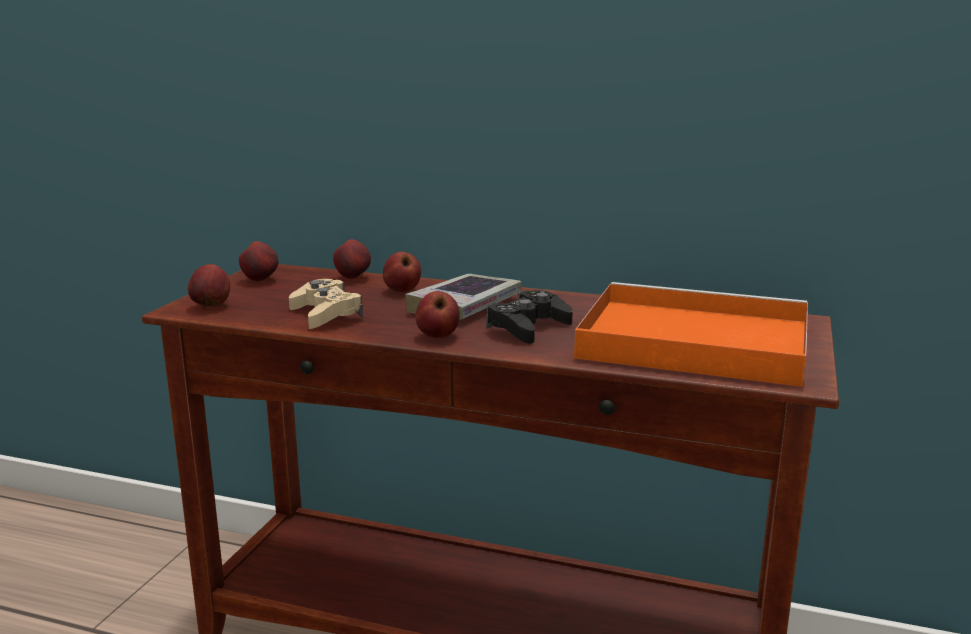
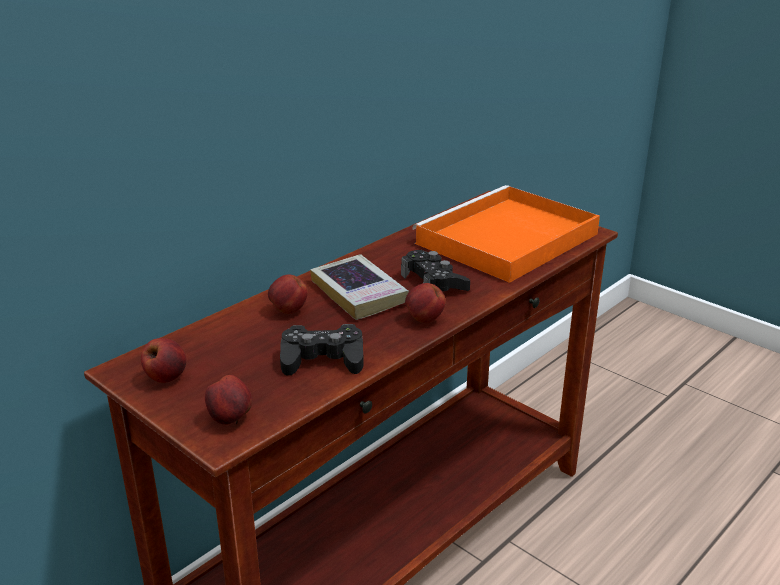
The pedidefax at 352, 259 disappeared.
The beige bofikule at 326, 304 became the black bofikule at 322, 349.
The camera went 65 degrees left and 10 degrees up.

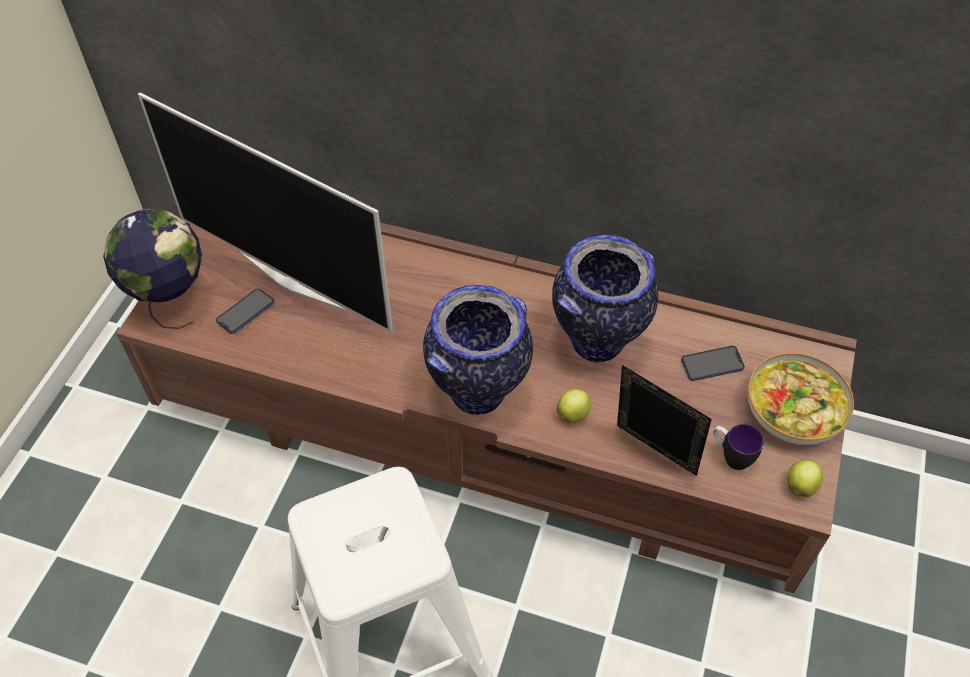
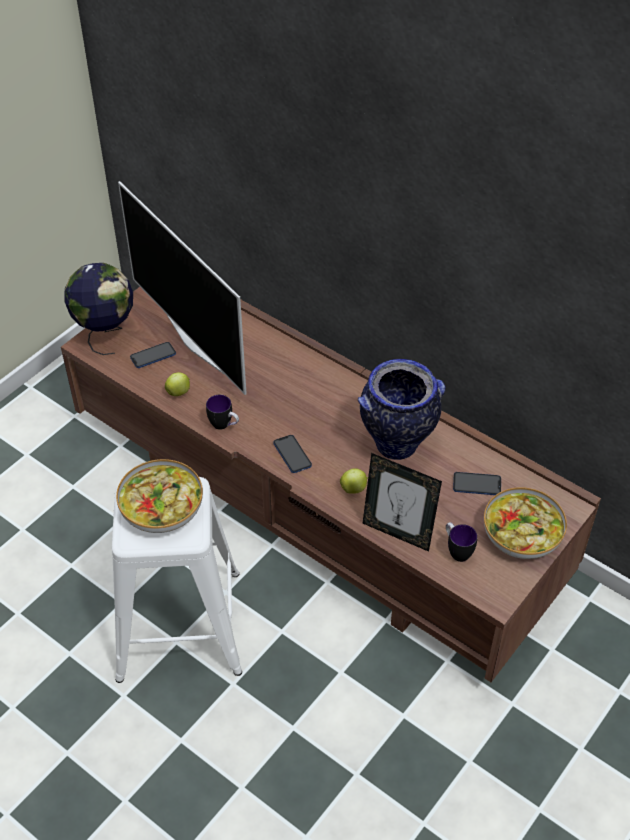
The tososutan at 159, 496 appeared.
The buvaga at 222, 412 appeared.
The pedidefax moved from 805, 478 to 177, 384.
The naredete at 478, 350 was replaced by the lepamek at 292, 454.
The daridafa at 664, 420 turned 150 degrees clockwise.
The camera went 20 degrees right and 5 degrees down.

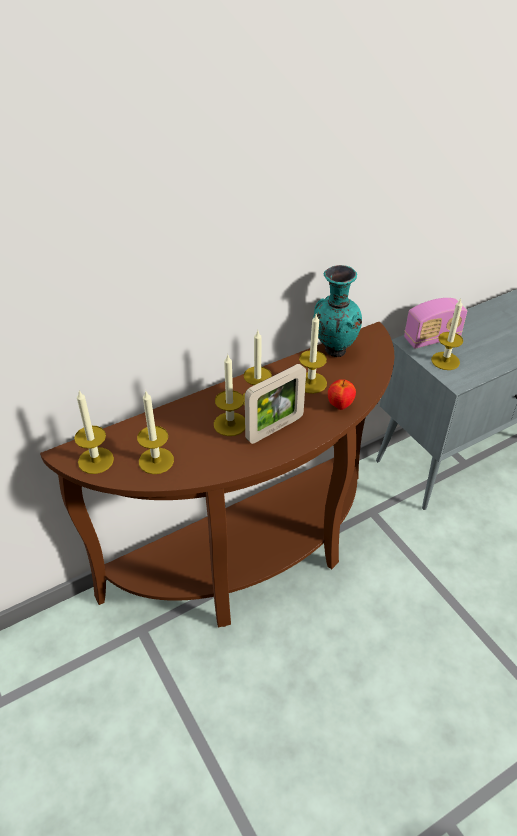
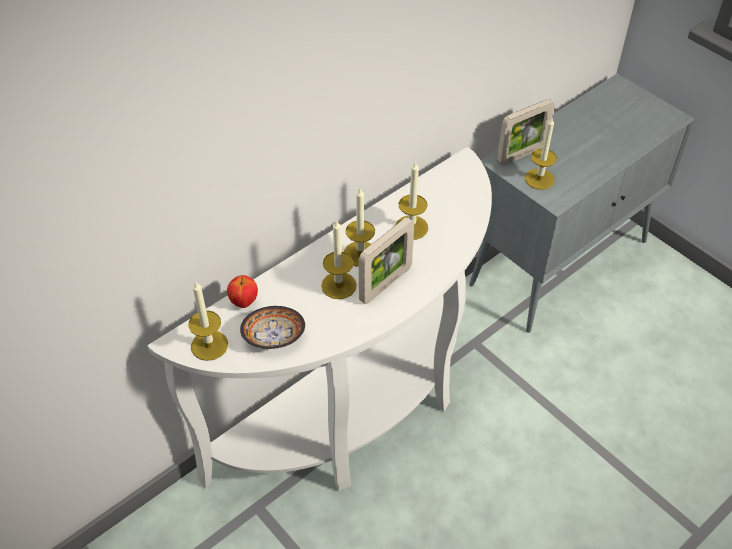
The turquoise naredete at 337, 311 disappeared.
The pedidefax moved from 342, 395 to 242, 291.
The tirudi at 155, 432 was replaced by the tososutan at 272, 327.
The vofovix at 435, 323 was replaced by the daridafa at 526, 132.
The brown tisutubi at 217, 474 became the white tisutubi at 319, 319.
The camera went 10 degrees left and 5 degrees up.

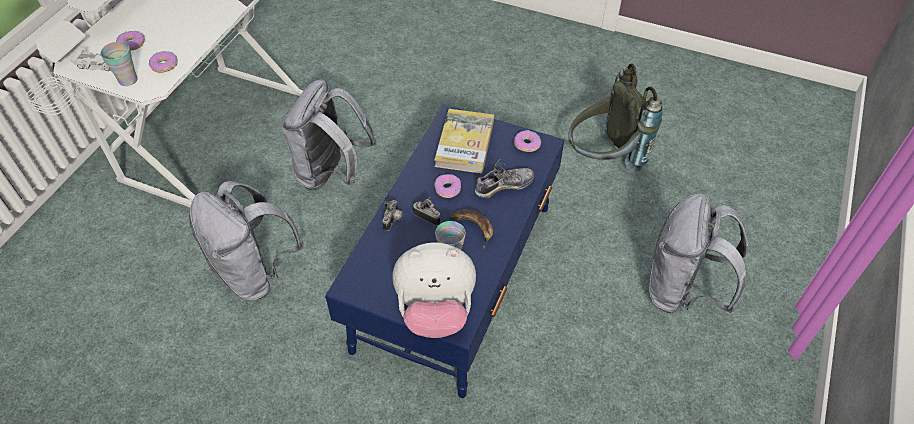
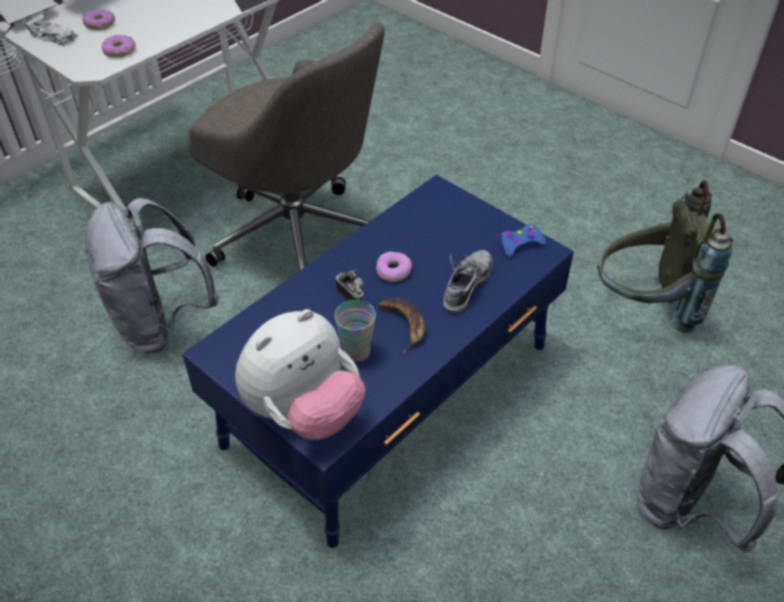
The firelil at 119, 64 disappeared.
The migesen at 392, 215 disappeared.
The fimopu at 464, 141 disappeared.
The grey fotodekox at 329, 134 was replaced by the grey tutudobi at 286, 147.
The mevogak at 527, 141 was replaced by the blue bofikule at 523, 240.
The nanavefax at 434, 290 turned 60 degrees counterclockwise.
The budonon at 504, 178 turned 60 degrees counterclockwise.
The camera went 20 degrees right and 5 degrees down.

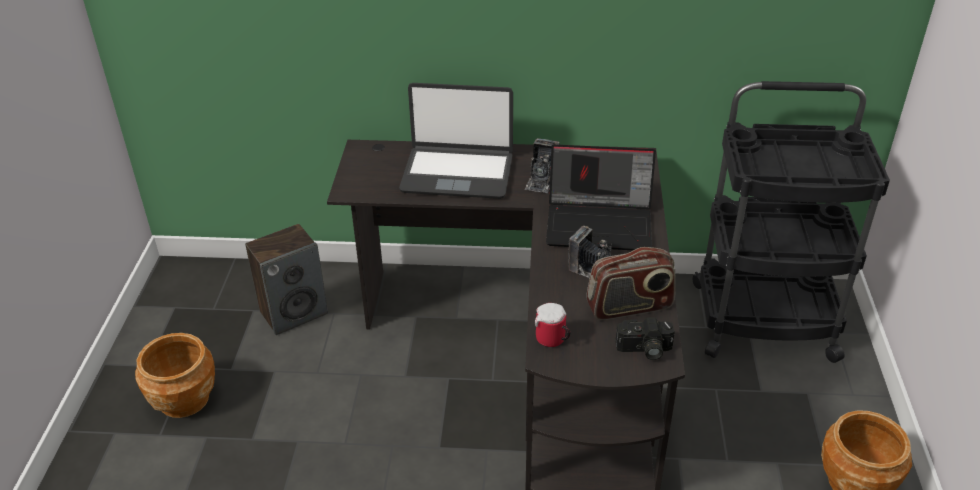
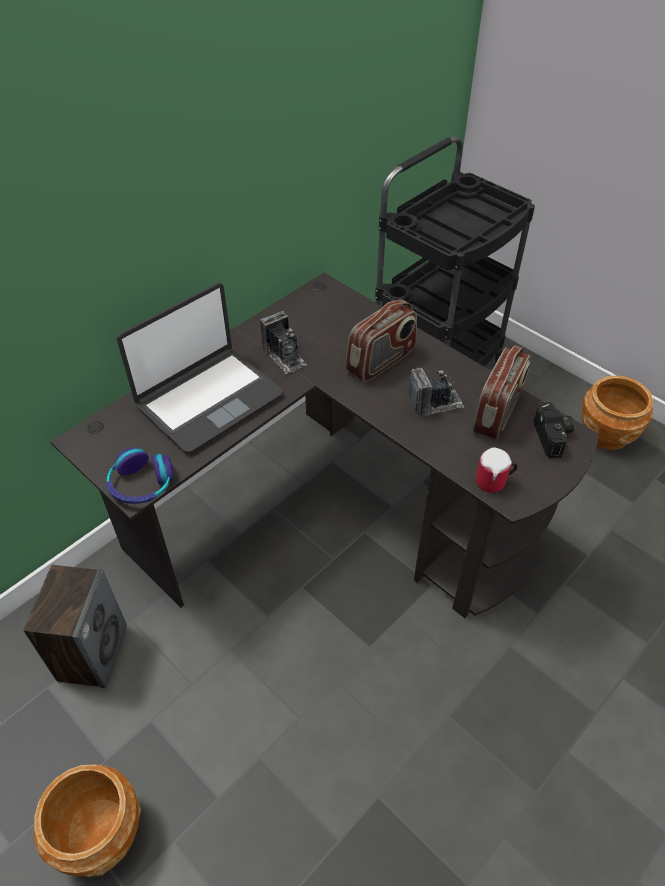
The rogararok at 140, 475 appeared.
The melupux at 601, 197 was replaced by the vofovix at 381, 341.
The migesen at 645, 338 turned 45 degrees counterclockwise.
The camera went 50 degrees left and 10 degrees up.

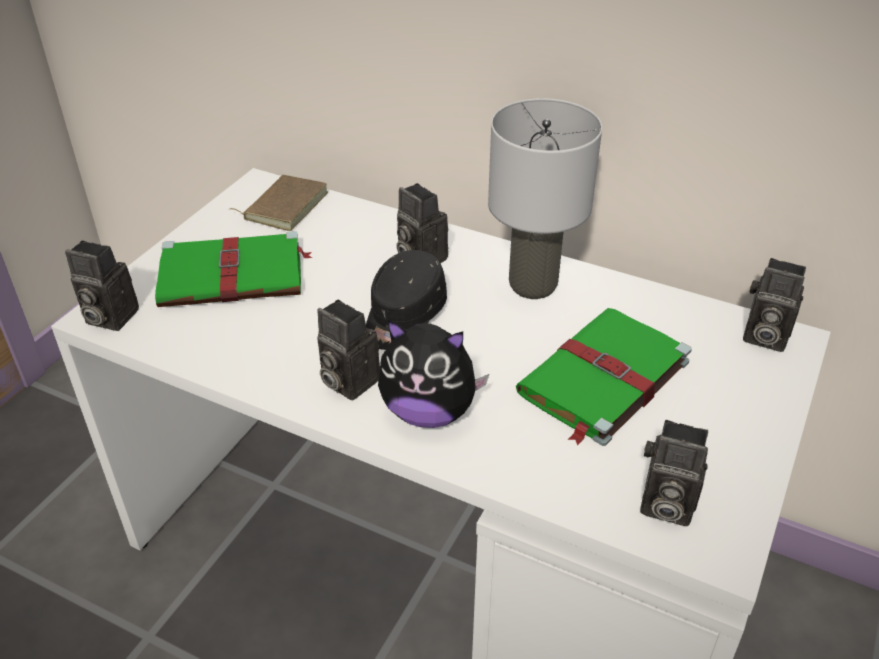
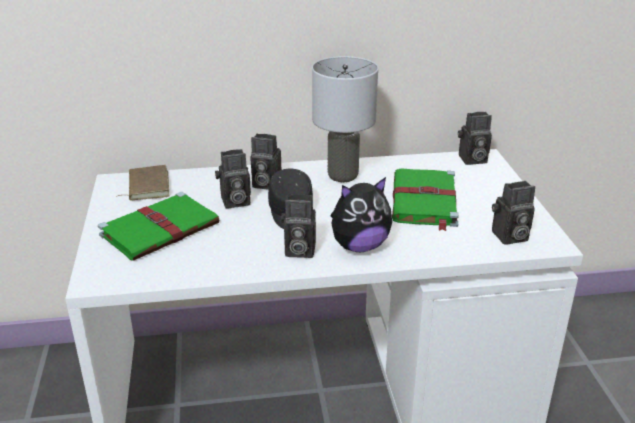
The migesen moved from 102, 285 to 233, 178.
The camera went 35 degrees left and 10 degrees down.

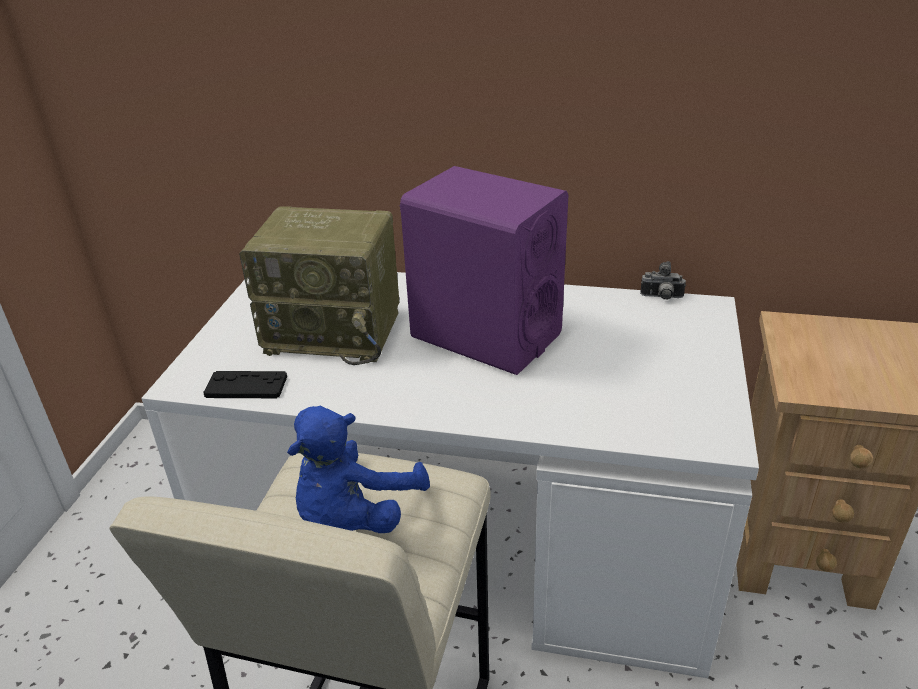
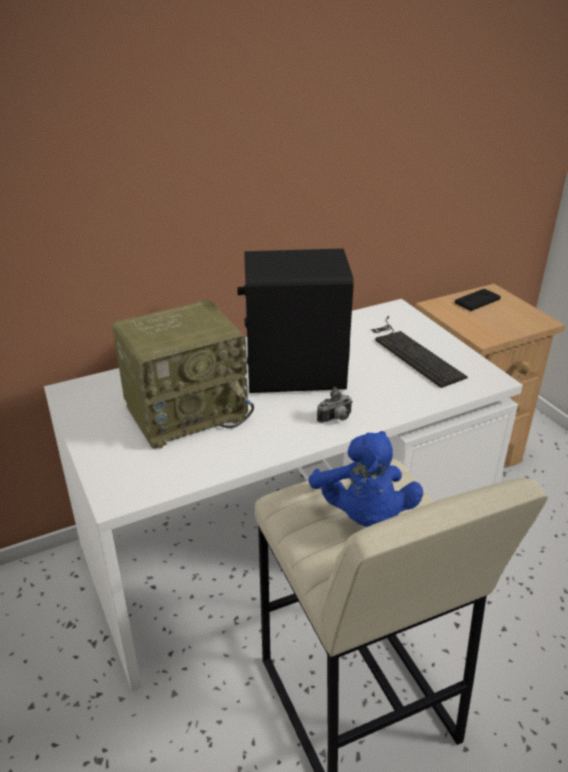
The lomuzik at 419, 352 appeared.
The black bofikule moved from 245, 384 to 478, 300.
The migesen moved from 663, 280 to 335, 405.
The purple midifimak at 484, 270 became the black midifimak at 295, 320.
The camera went 40 degrees left and 0 degrees up.

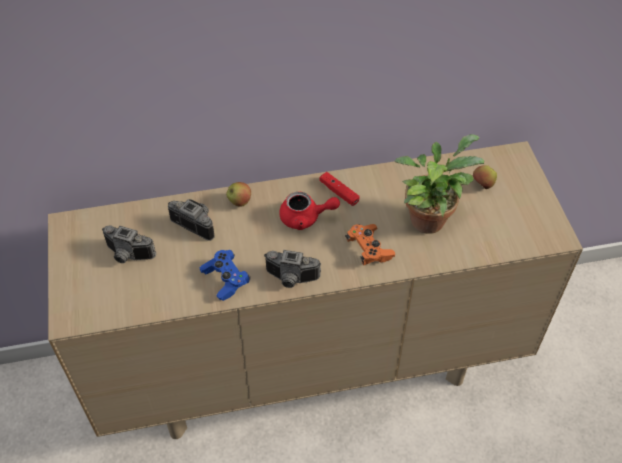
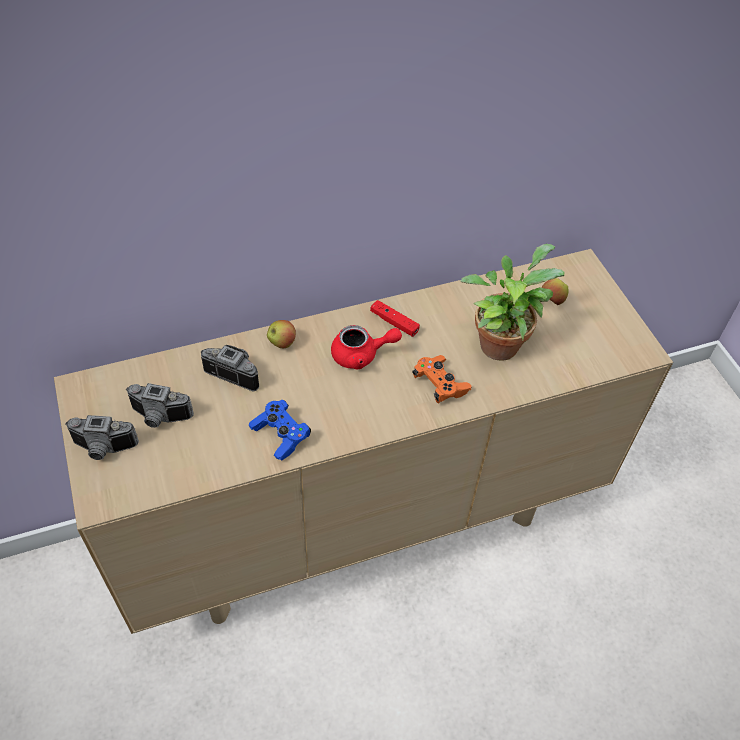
The migesen moved from 292, 269 to 102, 437.
The camera went 10 degrees left and 0 degrees up.

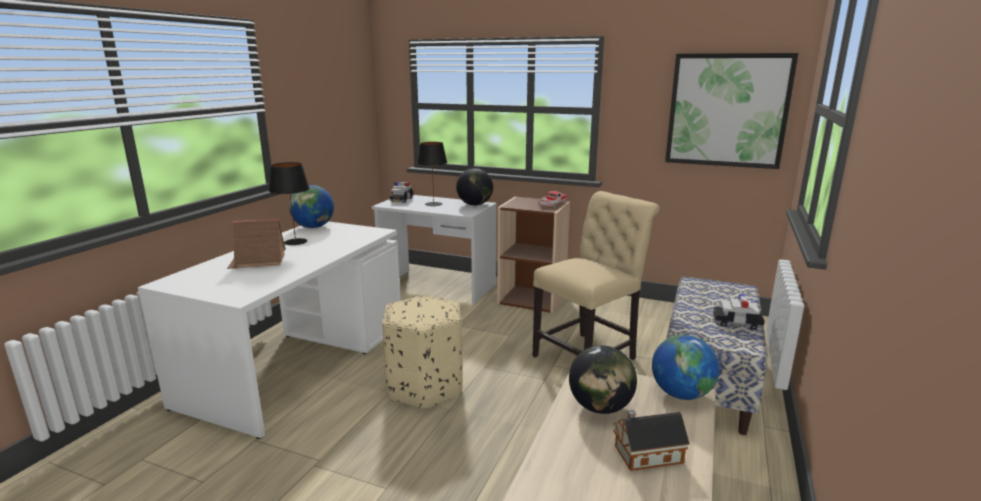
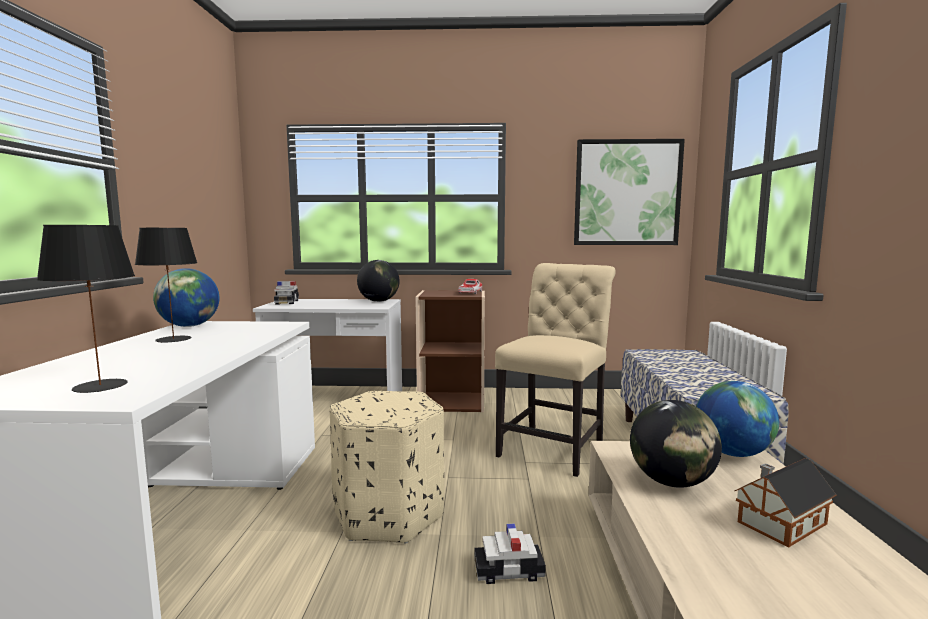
The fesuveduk at 256, 244 disappeared.
The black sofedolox moved from 432, 174 to 85, 309.
The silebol moved from 739, 312 to 510, 553.
The camera went 20 degrees left and 10 degrees down.

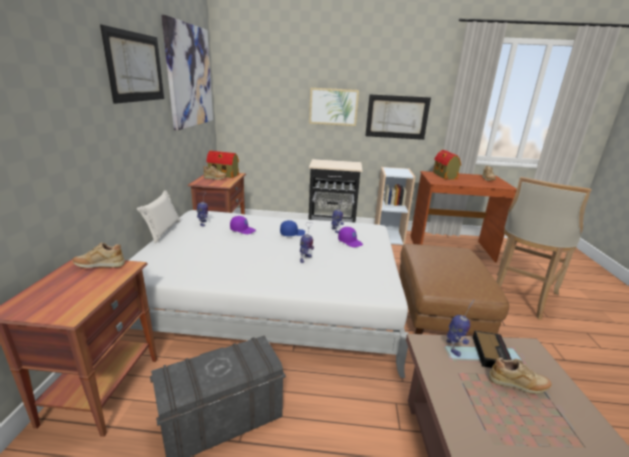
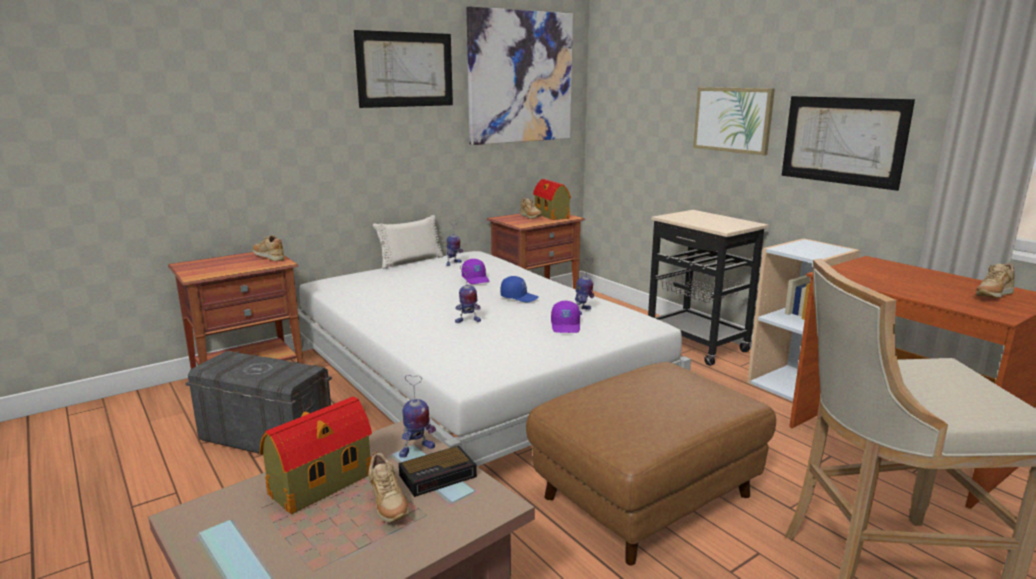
The fesuveduk moved from 447, 165 to 315, 455.
The camera went 50 degrees right and 5 degrees down.

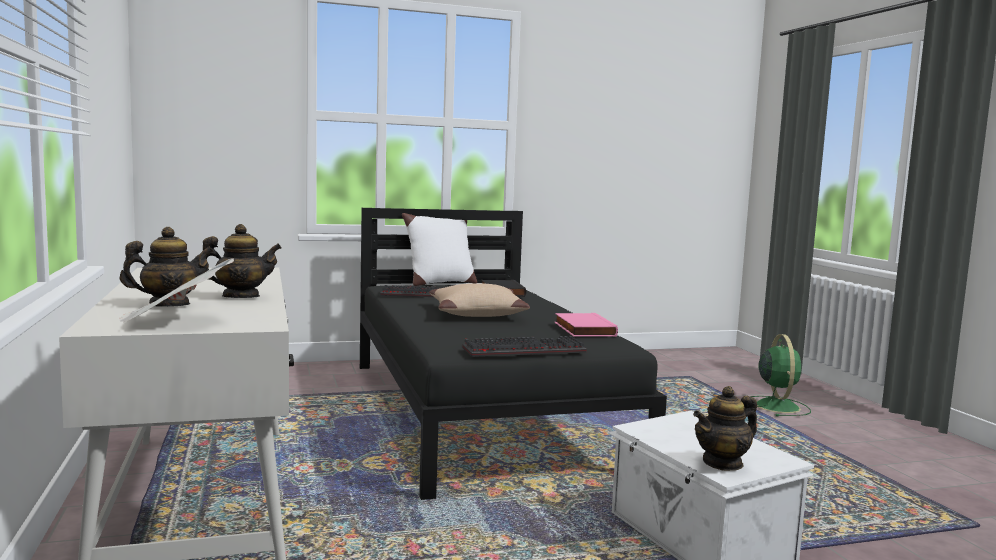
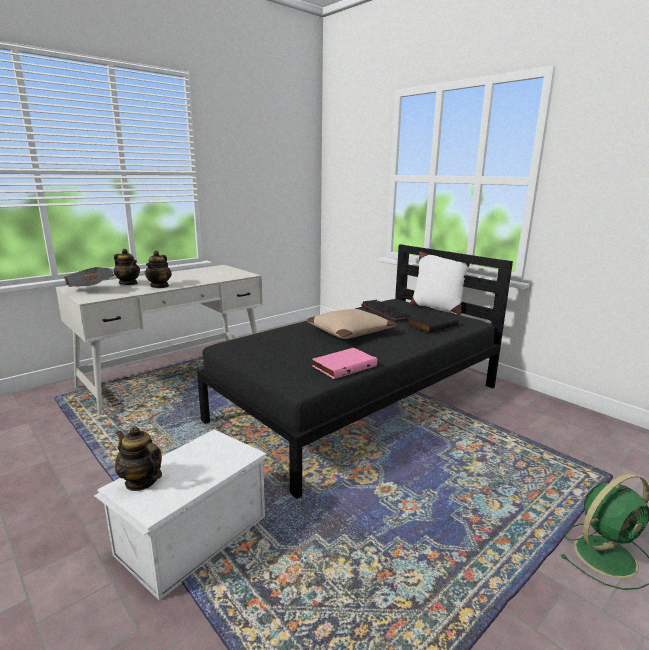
The lomuzik at 524, 346 disappeared.
The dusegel at 242, 261 turned 45 degrees clockwise.
The camera went 65 degrees right and 10 degrees up.

